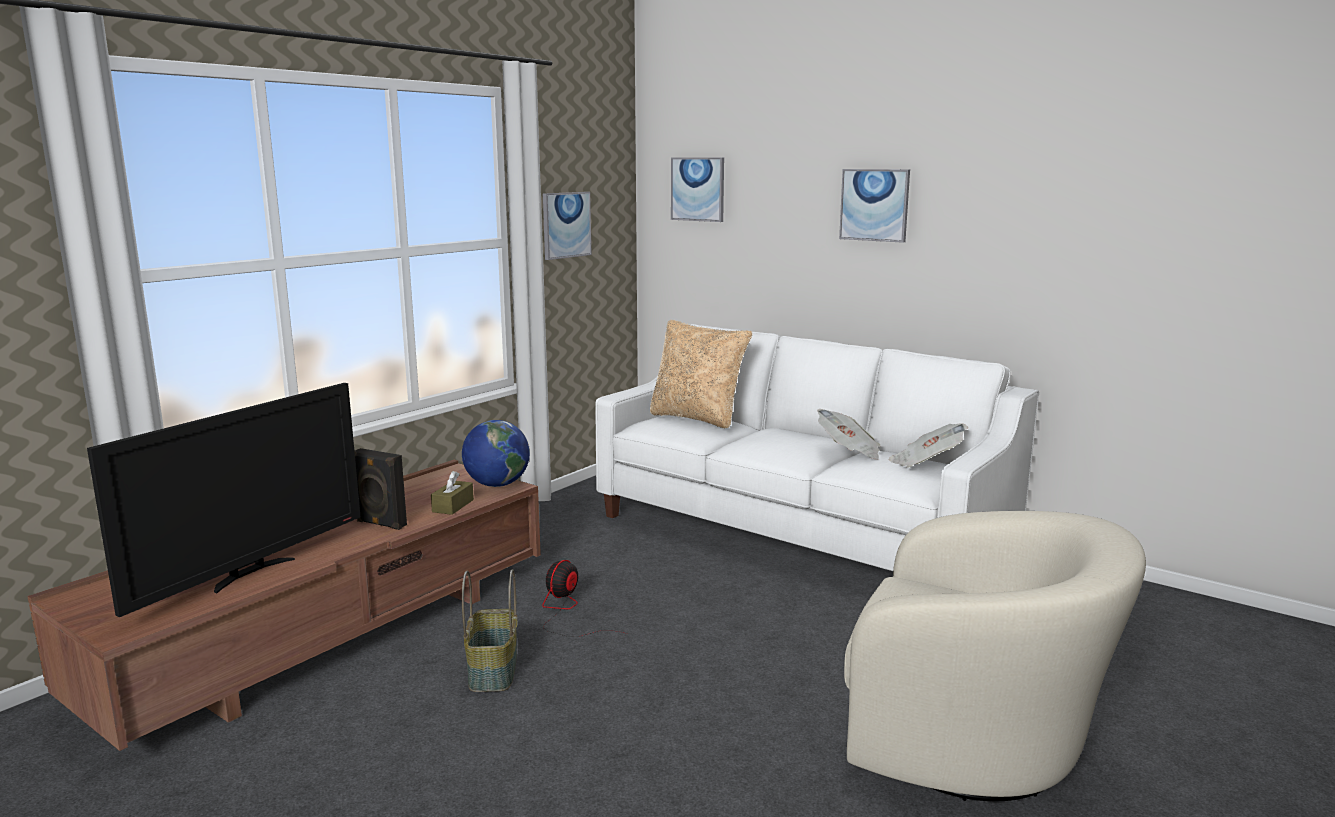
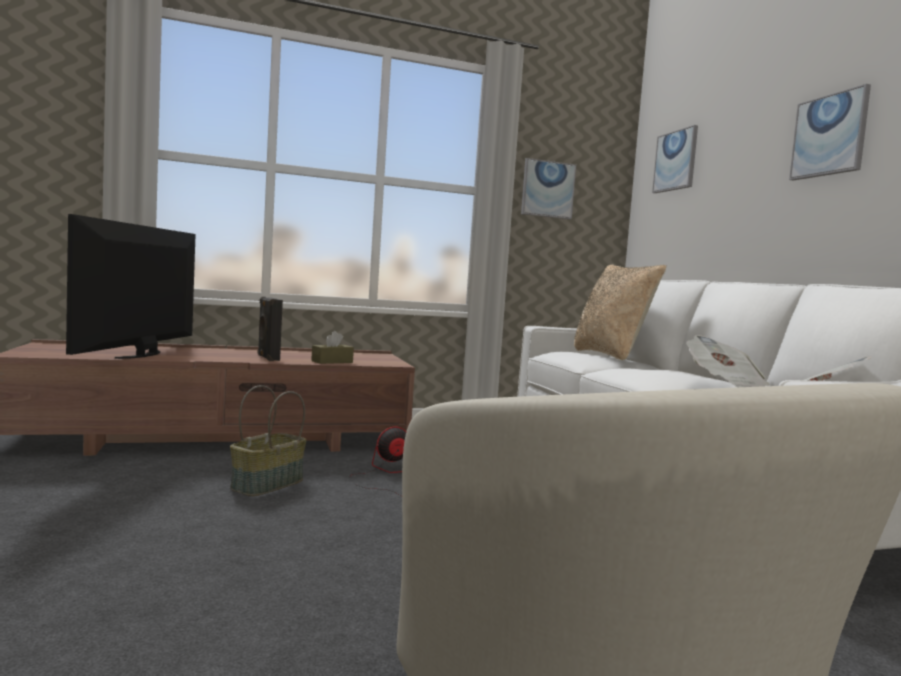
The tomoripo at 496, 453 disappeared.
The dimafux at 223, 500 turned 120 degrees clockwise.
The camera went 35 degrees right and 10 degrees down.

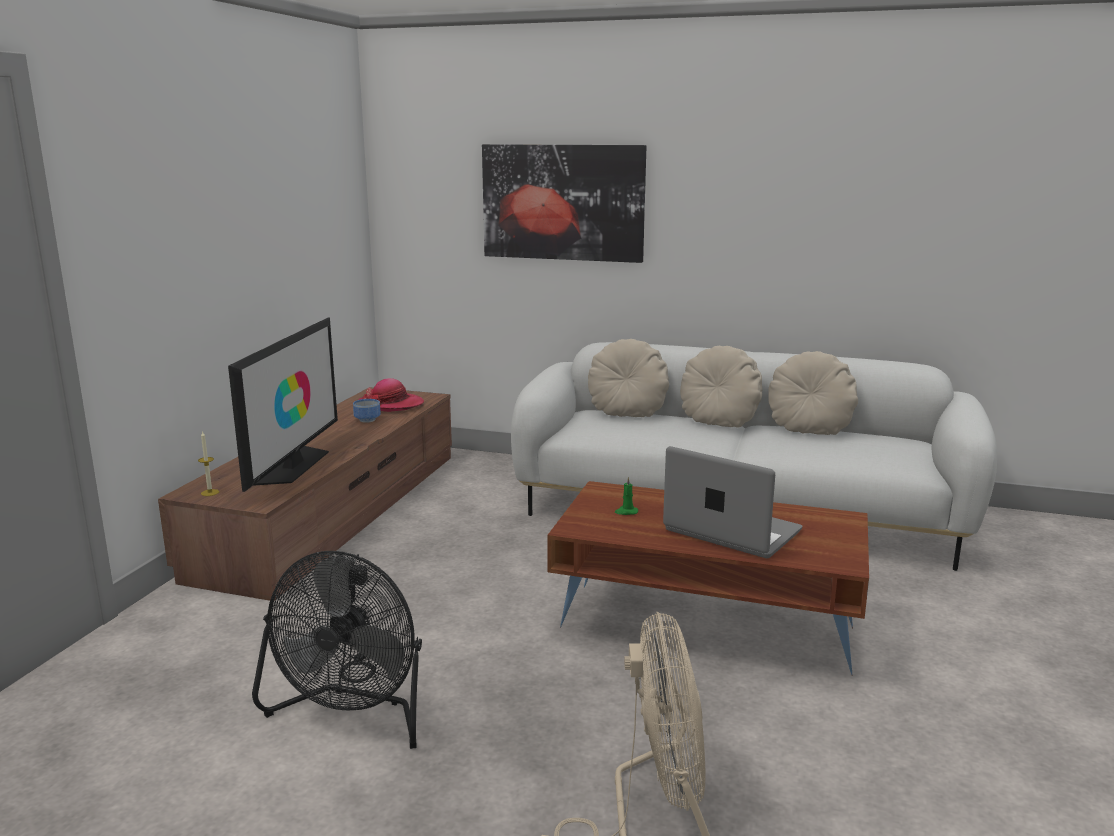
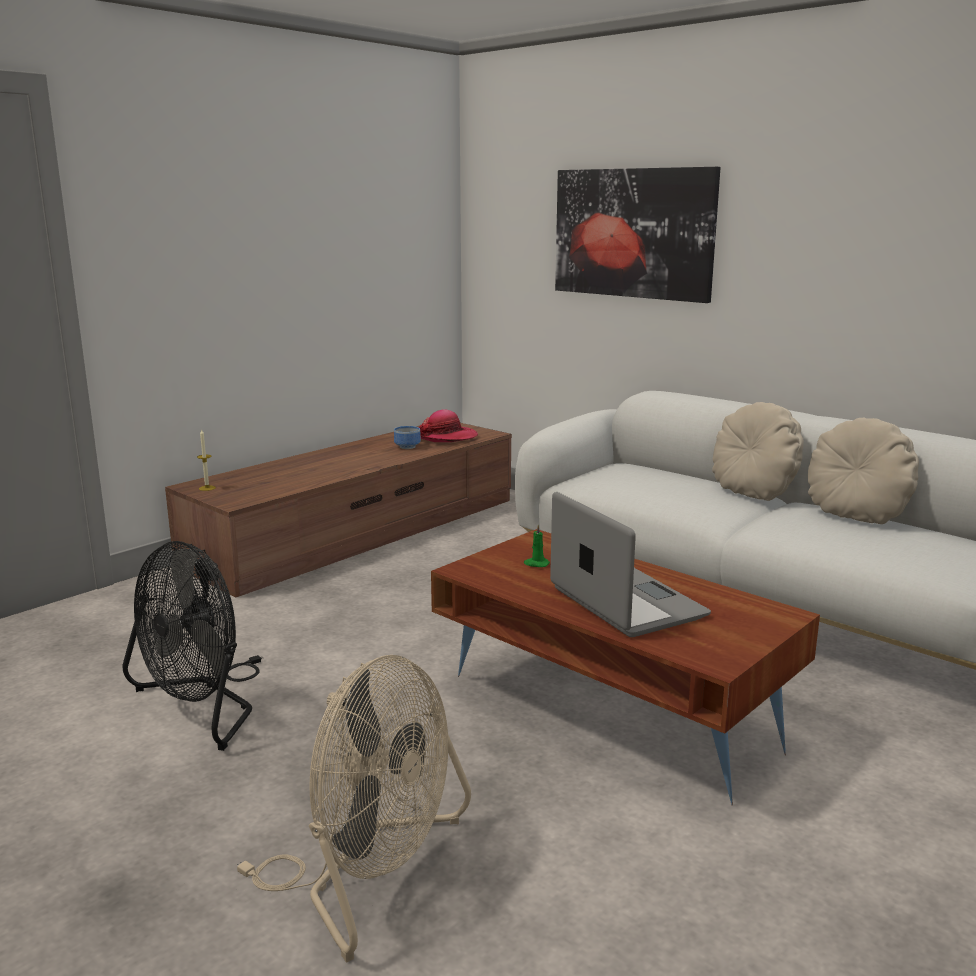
The dimafux at 283, 405 disappeared.
The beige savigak at 628, 378 disappeared.
The camera went 25 degrees right and 0 degrees up.

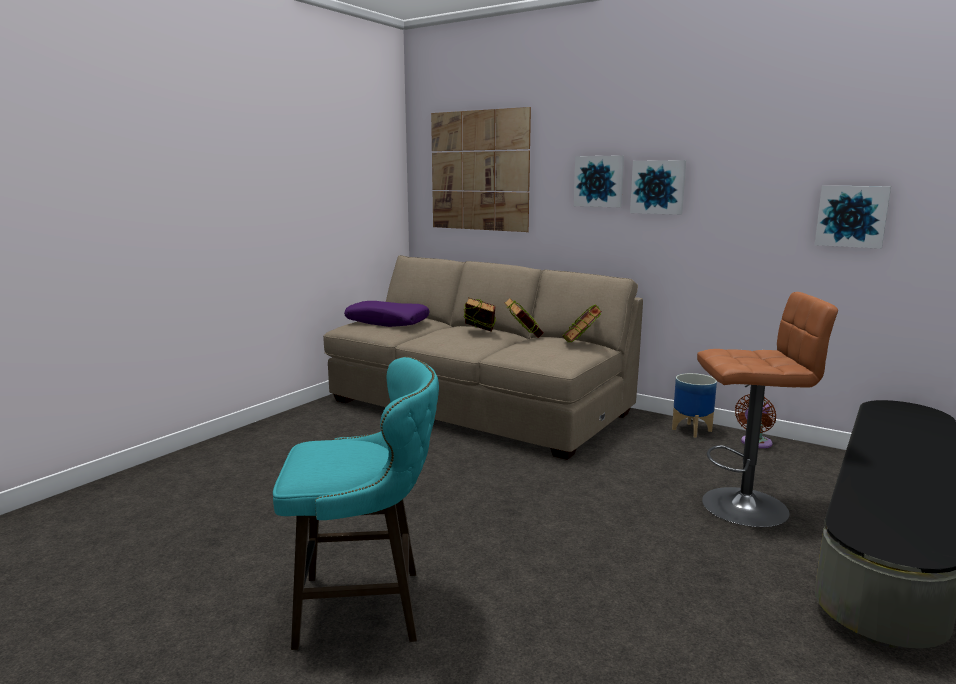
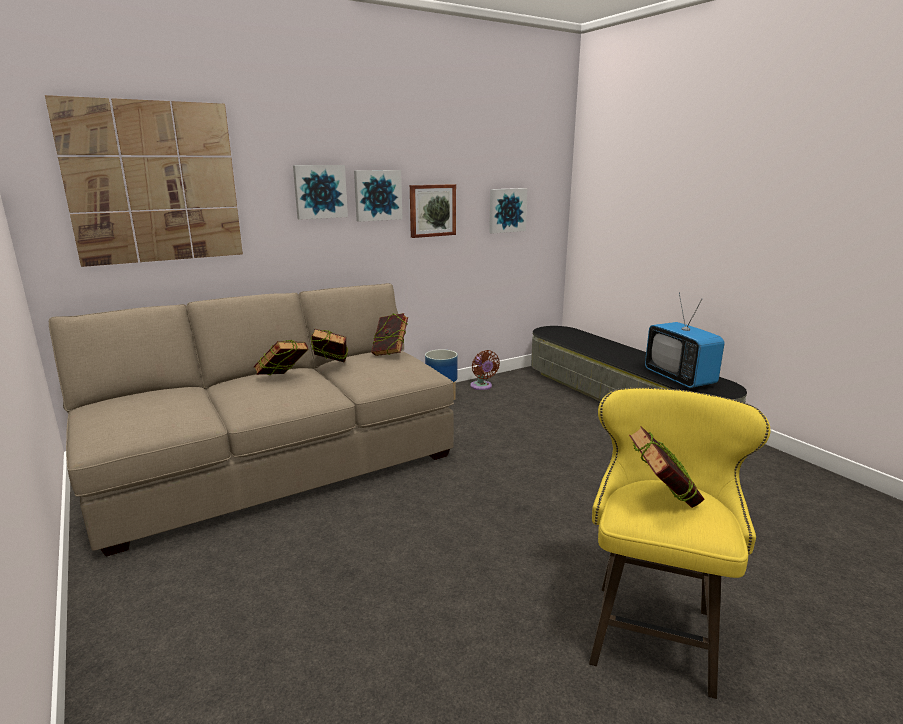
The purple savigak at 387, 314 disappeared.
The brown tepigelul at 767, 409 disappeared.
The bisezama at 433, 211 appeared.
The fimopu at 667, 467 appeared.
The dimafux at 685, 340 appeared.
The turquoise tepigelul at 356, 503 became the yellow tepigelul at 679, 543.
The camera went 65 degrees left and 5 degrees up.

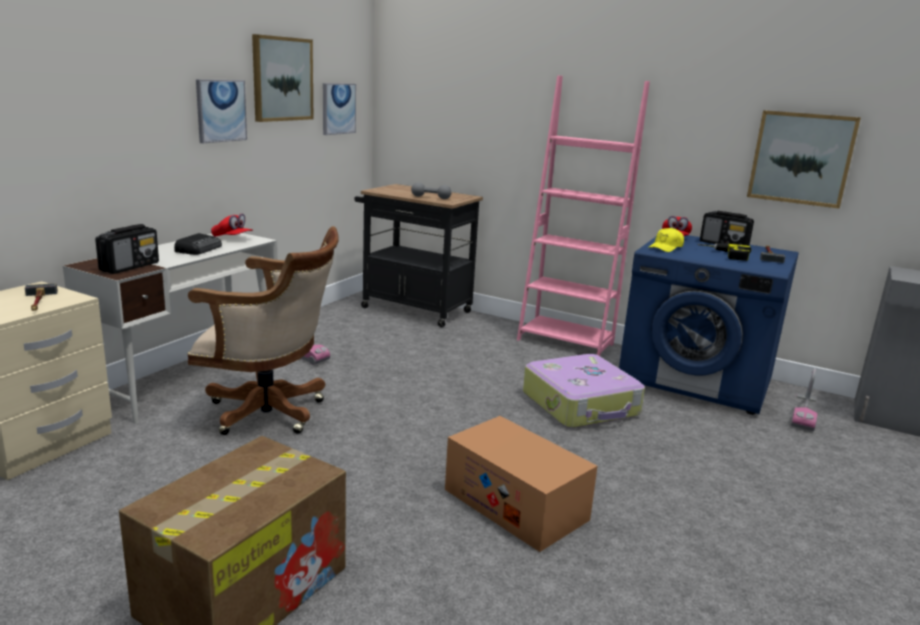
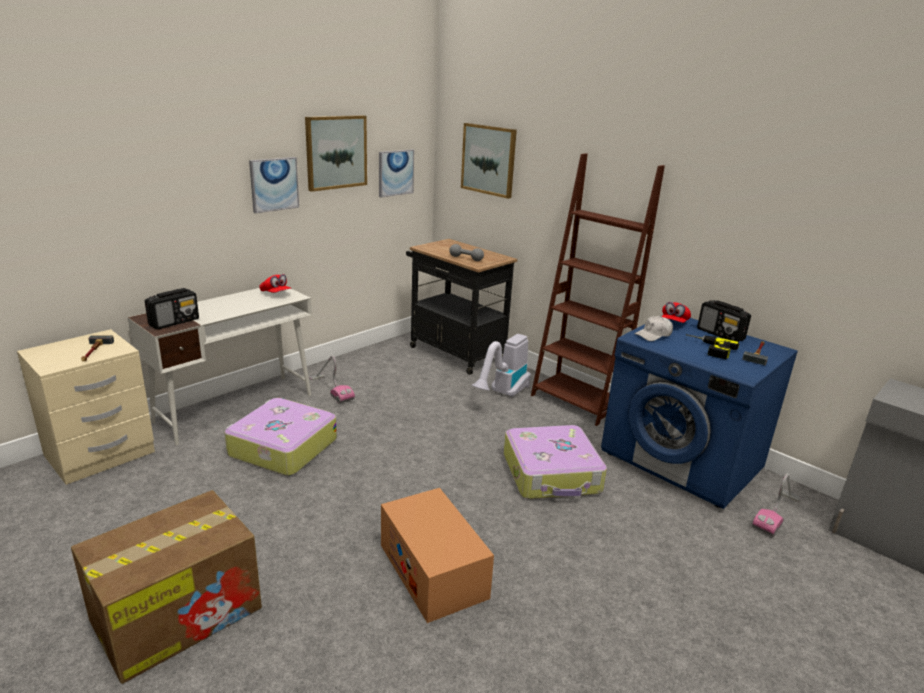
The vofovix at 198, 244 disappeared.
The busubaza at 501, 365 appeared.
The bisezama moved from 804, 159 to 489, 161.
The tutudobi at 263, 330 was replaced by the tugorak at 281, 437.
The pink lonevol at 583, 215 became the brown lonevol at 598, 289.
The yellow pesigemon at 666, 240 became the white pesigemon at 654, 328.
The camera went 15 degrees right and 5 degrees up.

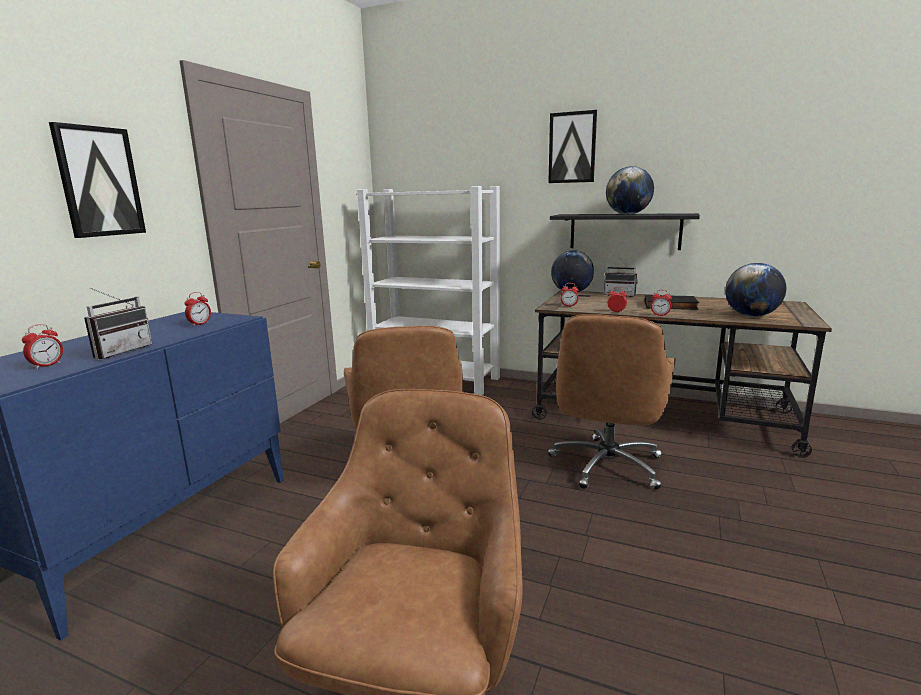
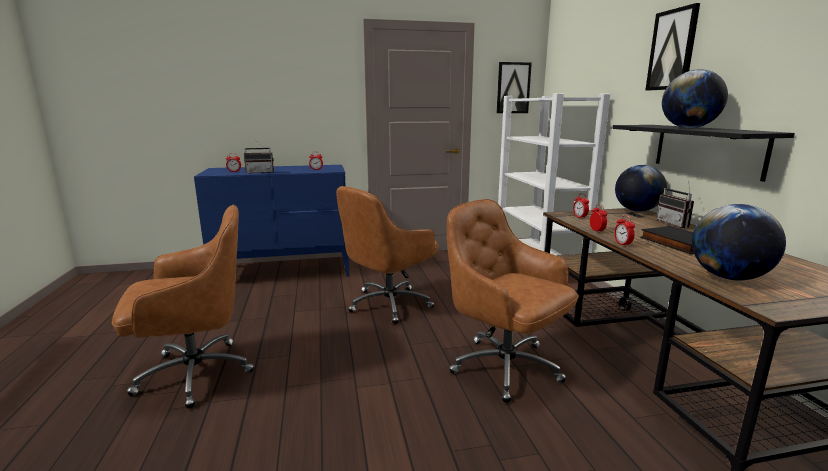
The bisezama moved from 97, 180 to 514, 87.
The brown tutudobi at 612, 401 turned 60 degrees clockwise.
The camera went 55 degrees right and 0 degrees up.

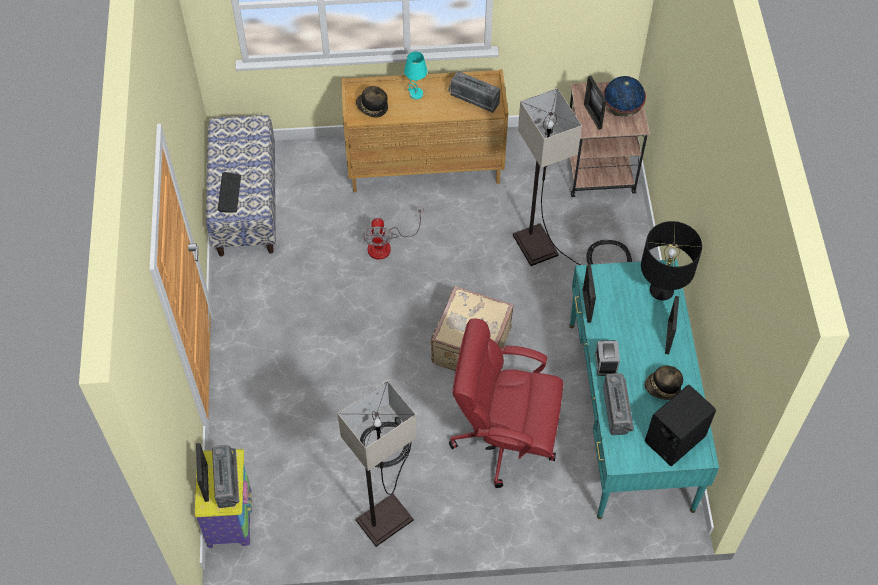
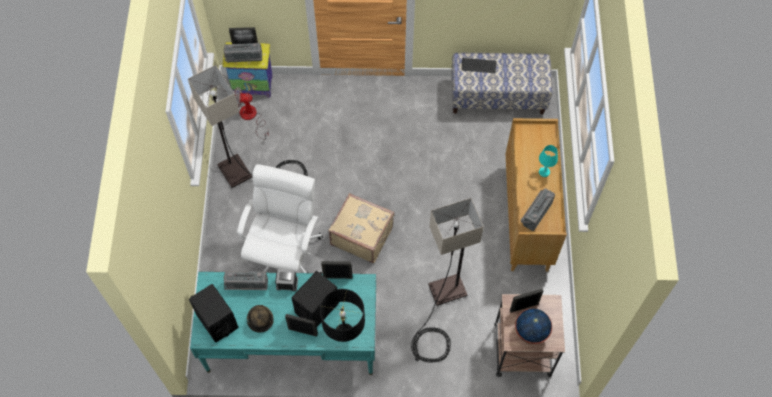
The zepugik at 372, 102 disappeared.
The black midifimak at 315, 299 appeared.
The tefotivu moved from 393, 233 to 251, 113.
The red tutudobi at 506, 403 became the white tutudobi at 280, 218.
The camera went 95 degrees right and 5 degrees up.

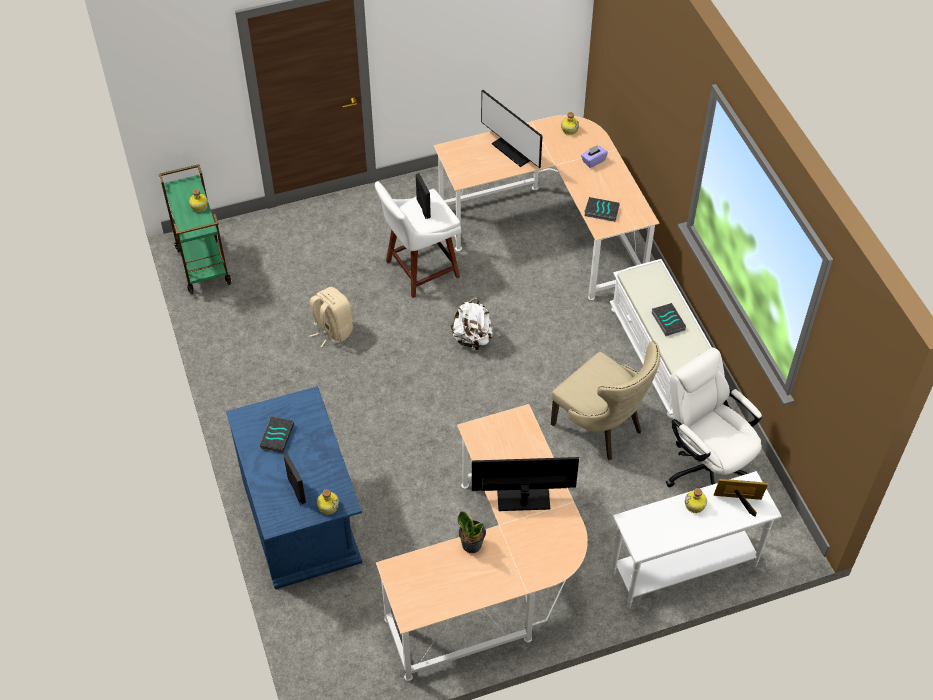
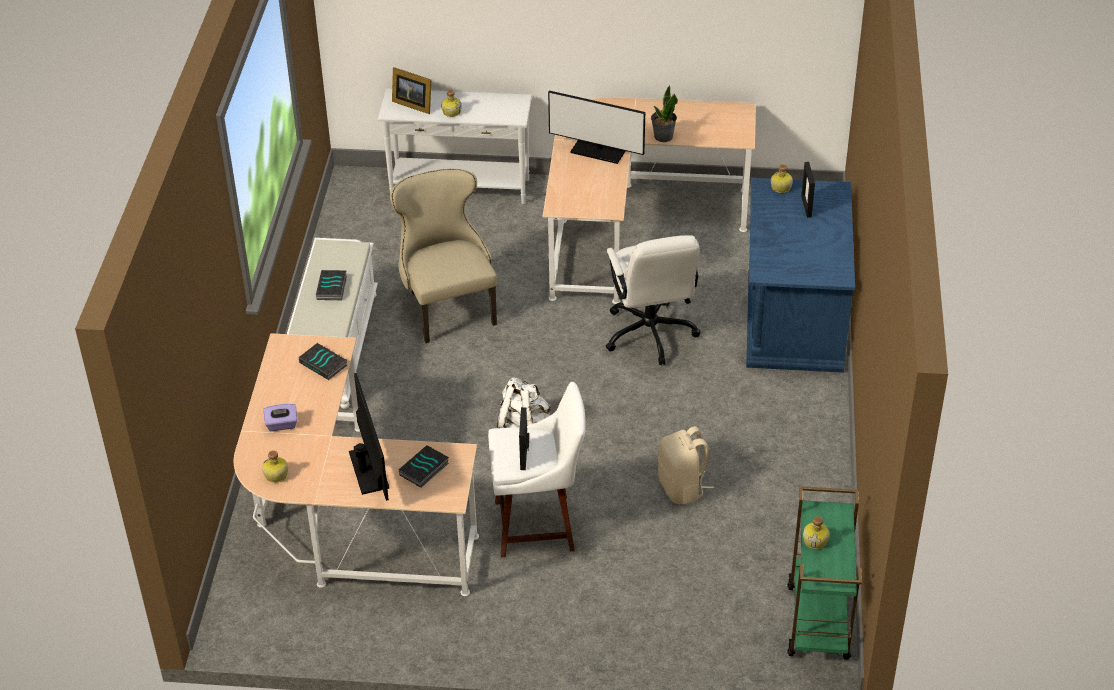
The fimopu moved from 276, 434 to 424, 466.
The white tutudobi moved from 714, 417 to 653, 300.
The camera went 155 degrees left and 10 degrees down.

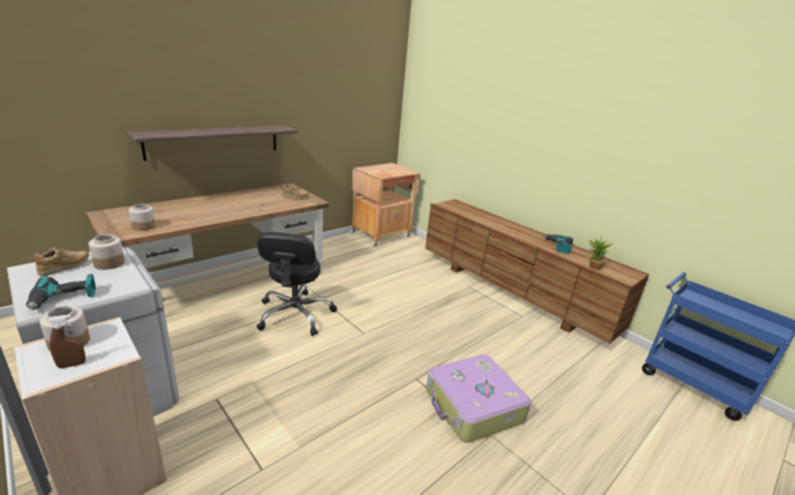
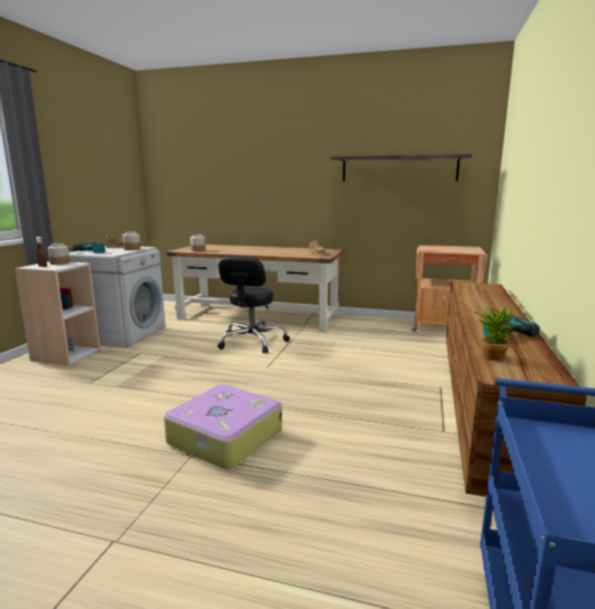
The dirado moved from 212, 143 to 401, 167.
The black tutudobi at 297, 284 turned 45 degrees counterclockwise.
The camera went 60 degrees right and 10 degrees down.

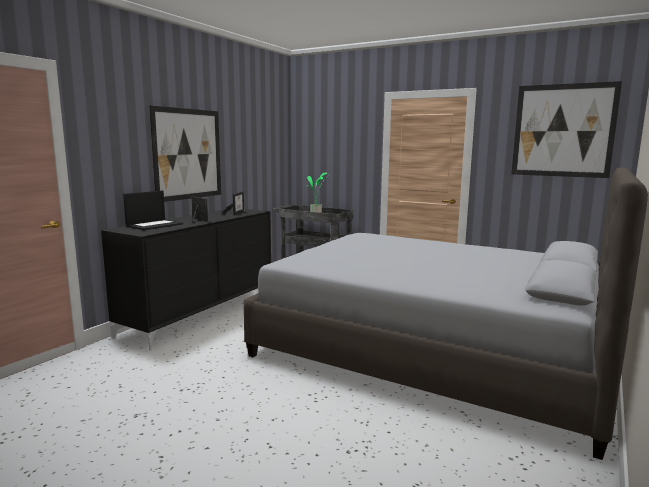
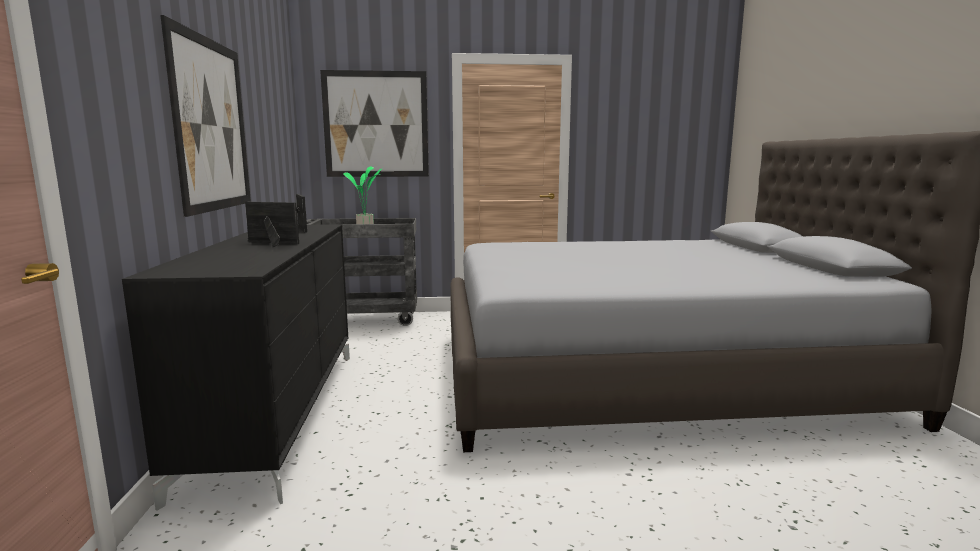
The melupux at 153, 210 disappeared.
The bisezama moved from 566, 129 to 374, 123.
The camera went 35 degrees left and 0 degrees up.

